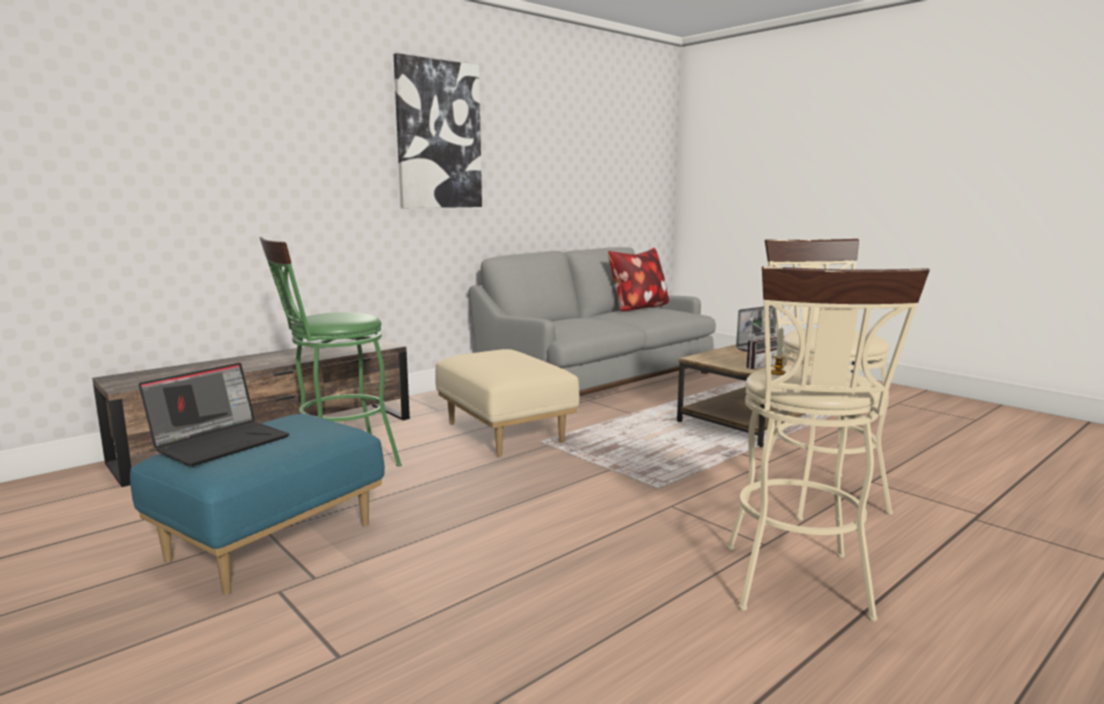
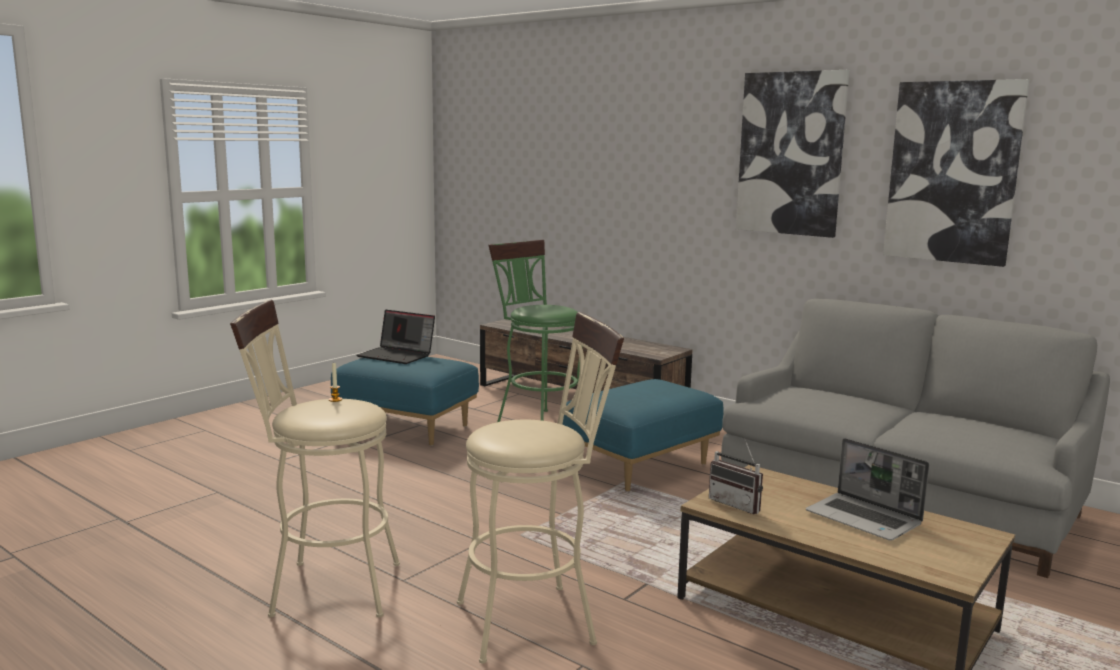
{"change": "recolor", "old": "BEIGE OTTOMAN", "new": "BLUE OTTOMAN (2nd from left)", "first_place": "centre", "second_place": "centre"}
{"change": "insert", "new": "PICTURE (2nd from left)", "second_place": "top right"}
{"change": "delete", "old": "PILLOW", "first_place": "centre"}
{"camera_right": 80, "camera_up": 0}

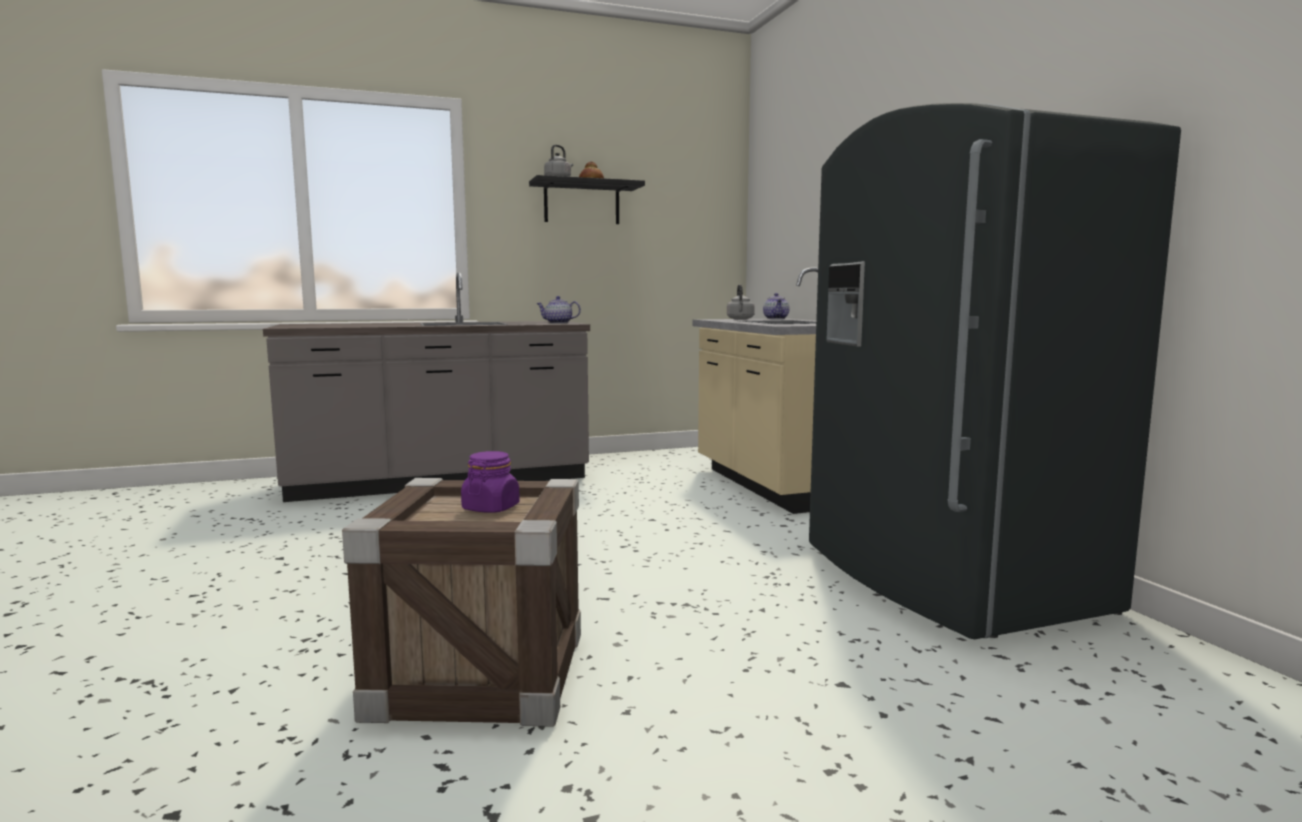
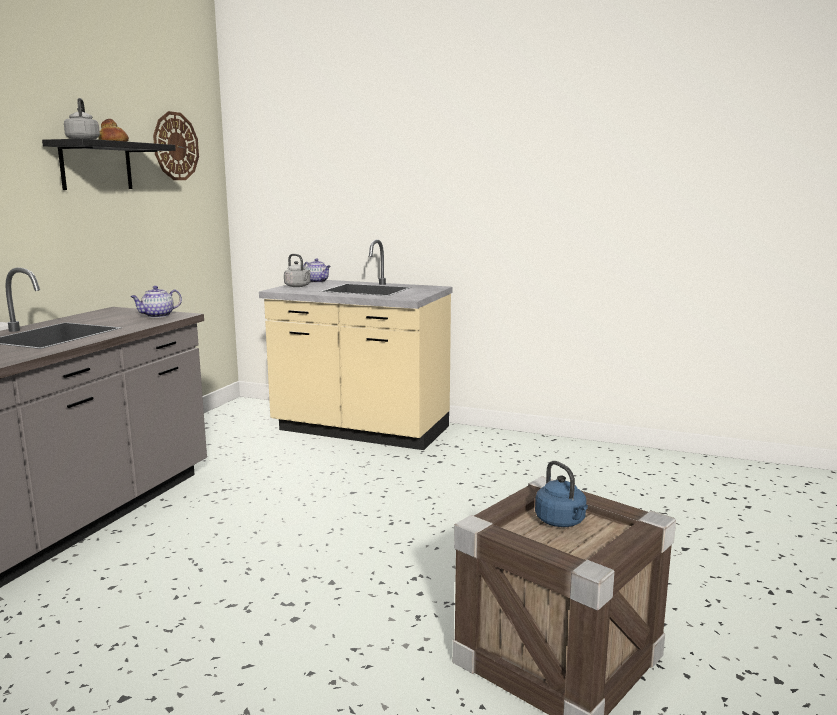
{"change": "insert", "new": "WALL CLOCK", "second_place": "top left"}
{"change": "replace", "old": "PURPLE JAR", "new": "BLUE KETTLE", "first_place": "centre", "second_place": "bottom right"}
{"change": "delete", "old": "GREY FRIDGE", "first_place": "middle right"}
{"camera_right": -50, "camera_up": 5}

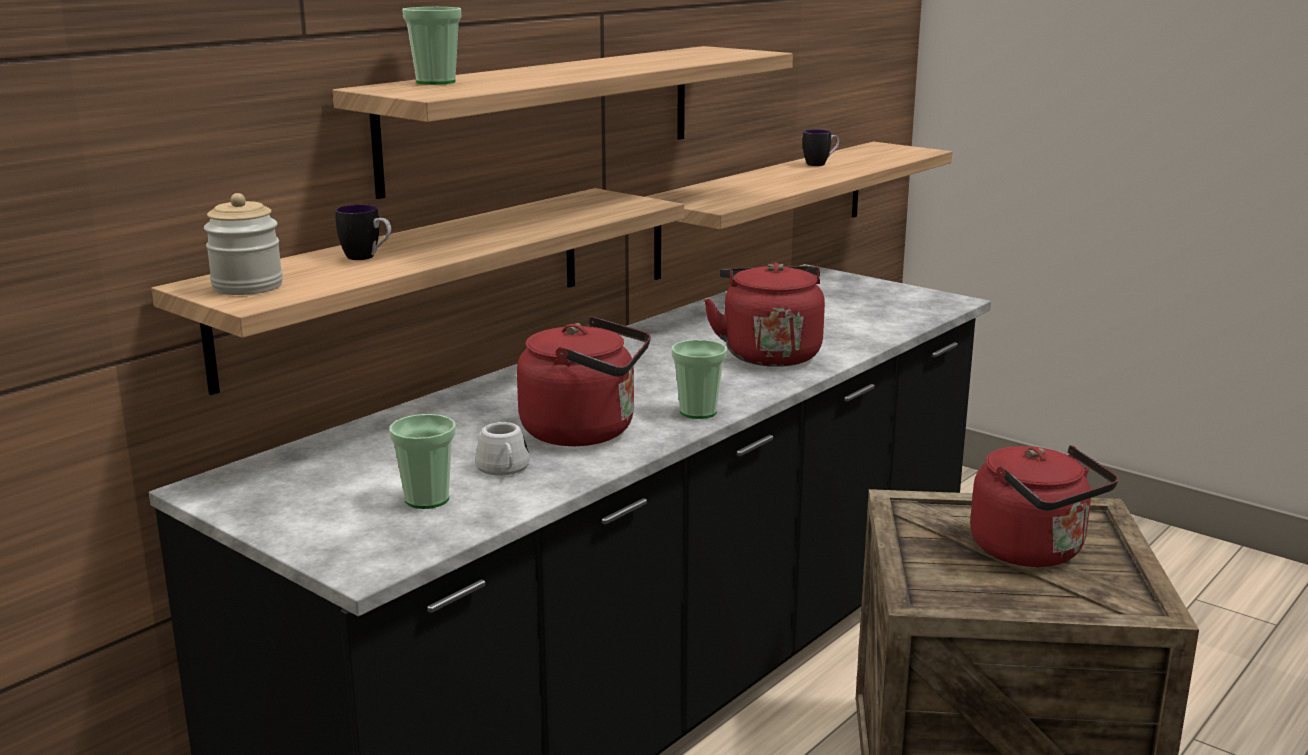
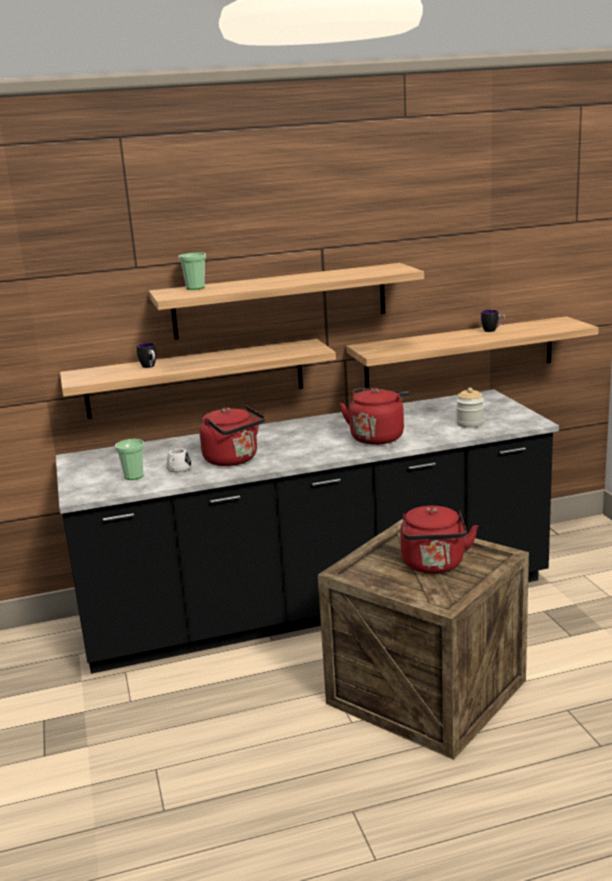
{"change": "move", "old": "JAR", "first_place": "top left", "second_place": "middle right"}
{"change": "delete", "old": "CUP (3rd from left)", "first_place": "centre"}
{"camera_right": 35, "camera_up": 0}

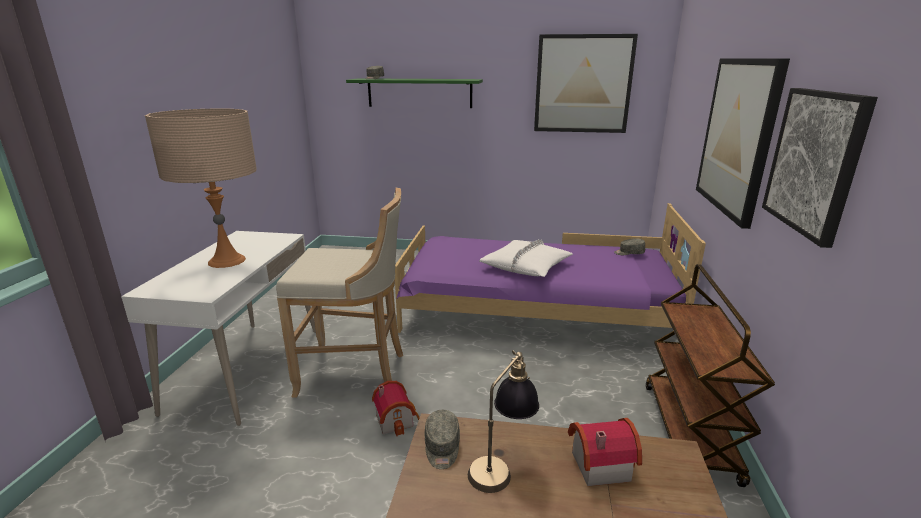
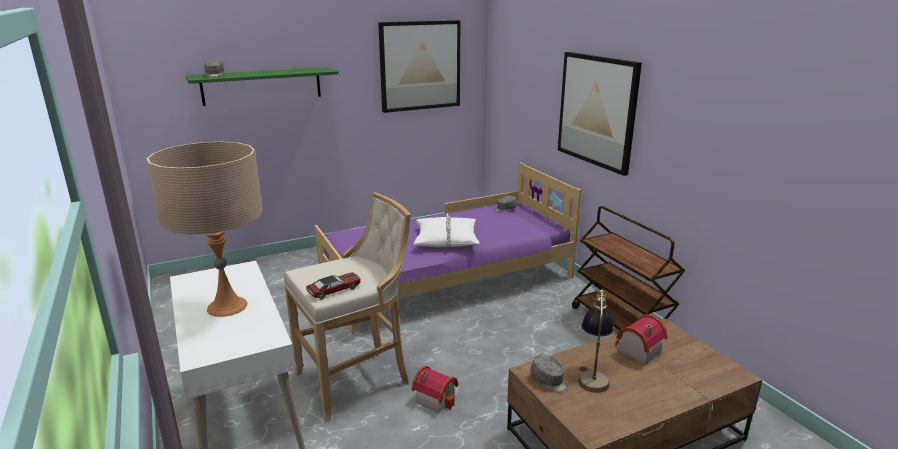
{"change": "insert", "new": "TOY CAR", "second_place": "centre"}
{"change": "delete", "old": "PICTURE (3rd from left)", "first_place": "top right"}
{"camera_right": -35, "camera_up": 0}

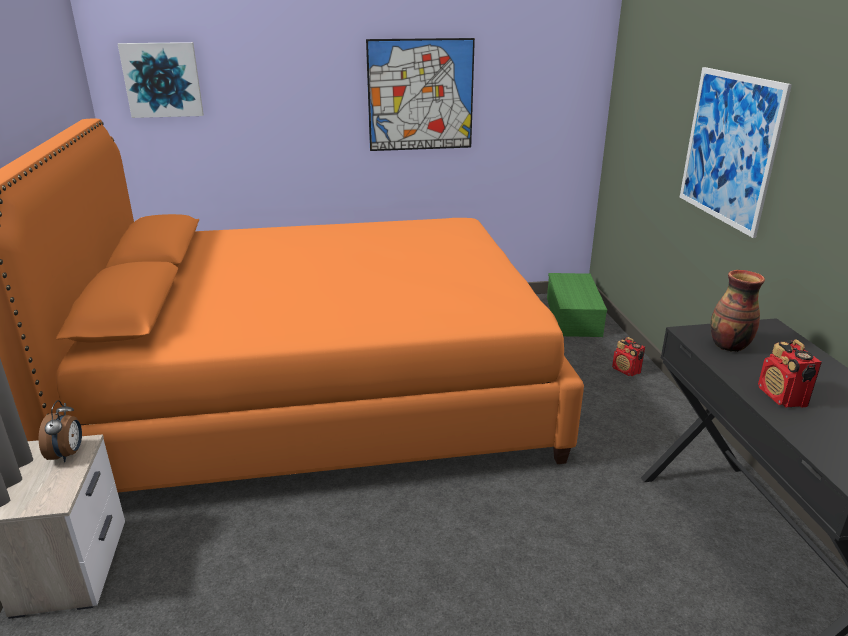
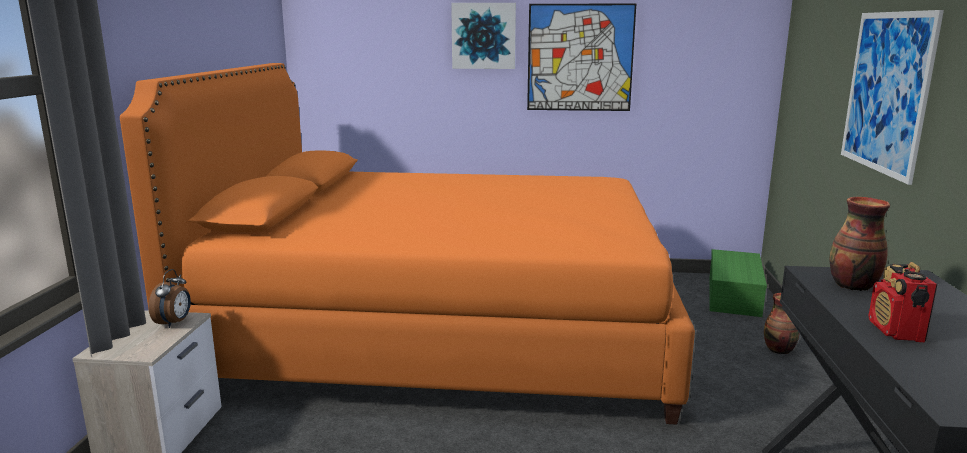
{"change": "move", "old": "PICTURE (1st from left)", "first_place": "top left", "second_place": "top centre"}
{"change": "replace", "old": "RADIO (1st from left)", "new": "VASE (1st from left)", "first_place": "middle right", "second_place": "bottom right"}
{"camera_right": 15, "camera_up": -10}

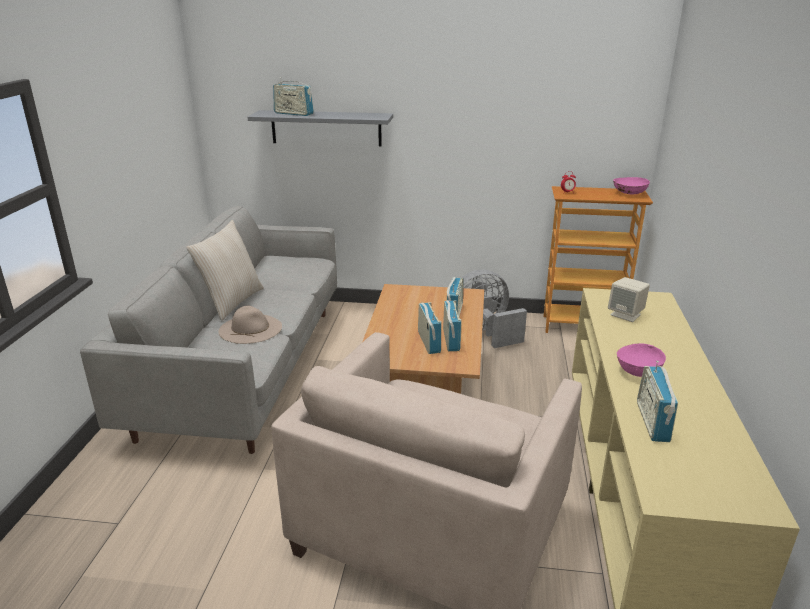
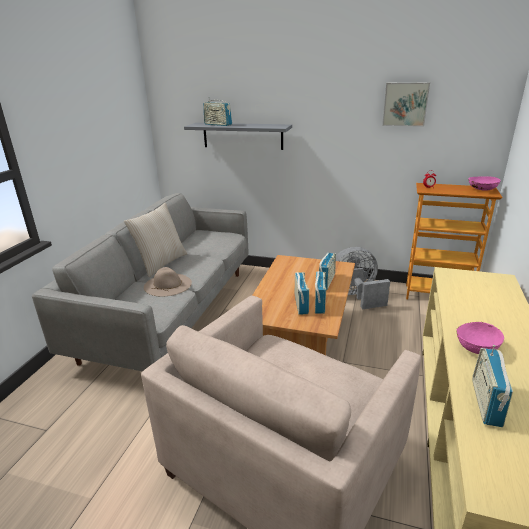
{"change": "insert", "new": "PICTURE", "second_place": "top right"}
{"change": "delete", "old": "BEIGE SPEAKER", "first_place": "middle right"}
{"camera_right": 10, "camera_up": 0}

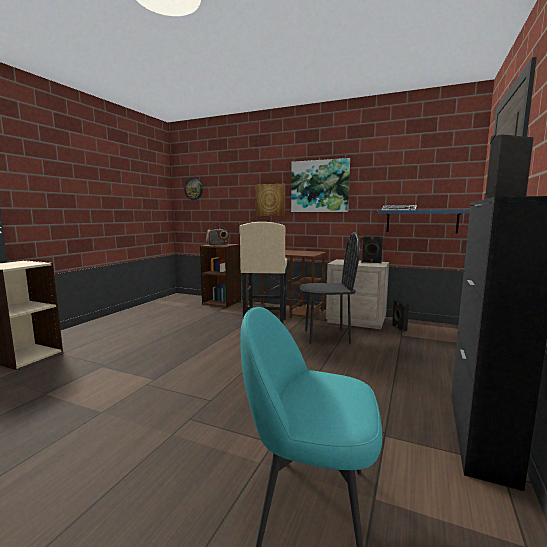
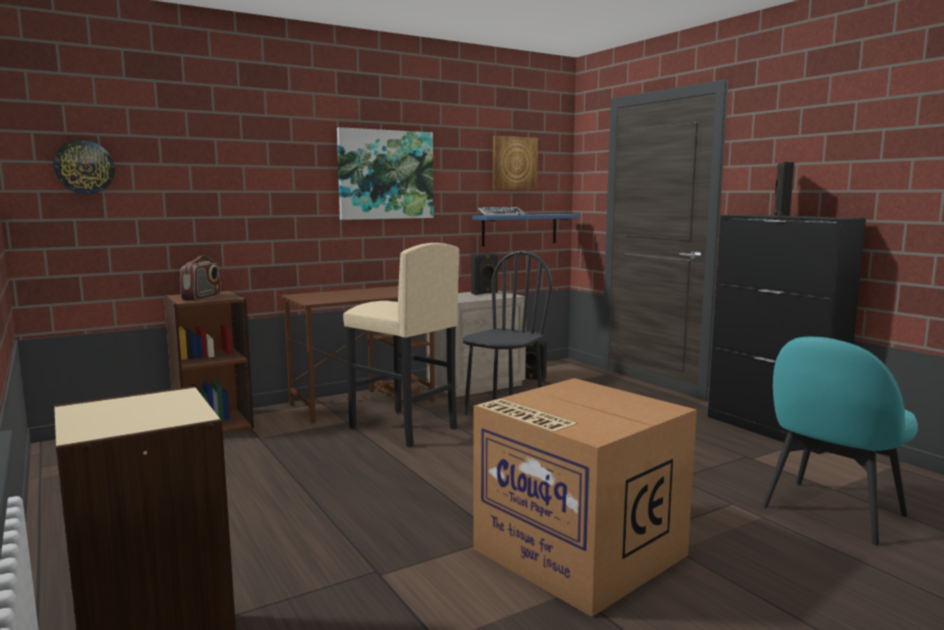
{"change": "insert", "new": "CARDBOARD BOX", "second_place": "bottom centre"}
{"change": "move", "old": "PICTURE (1st from left in the first image)", "new": "PICTURE (2nd from left)", "first_place": "centre", "second_place": "top centre"}
{"camera_right": -55, "camera_up": 0}

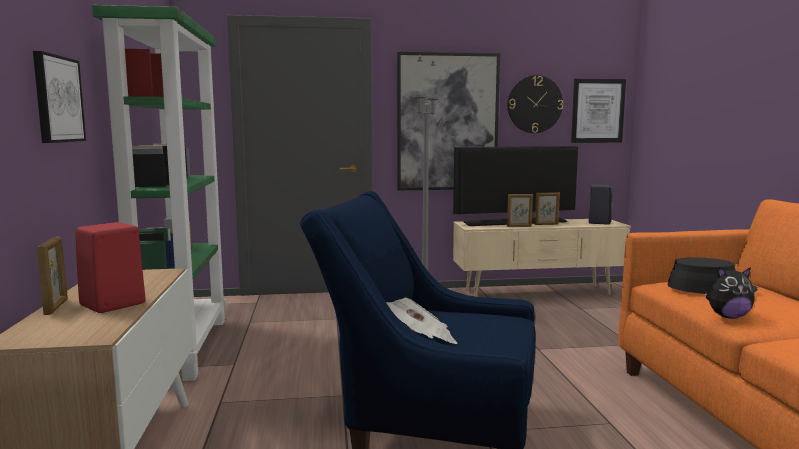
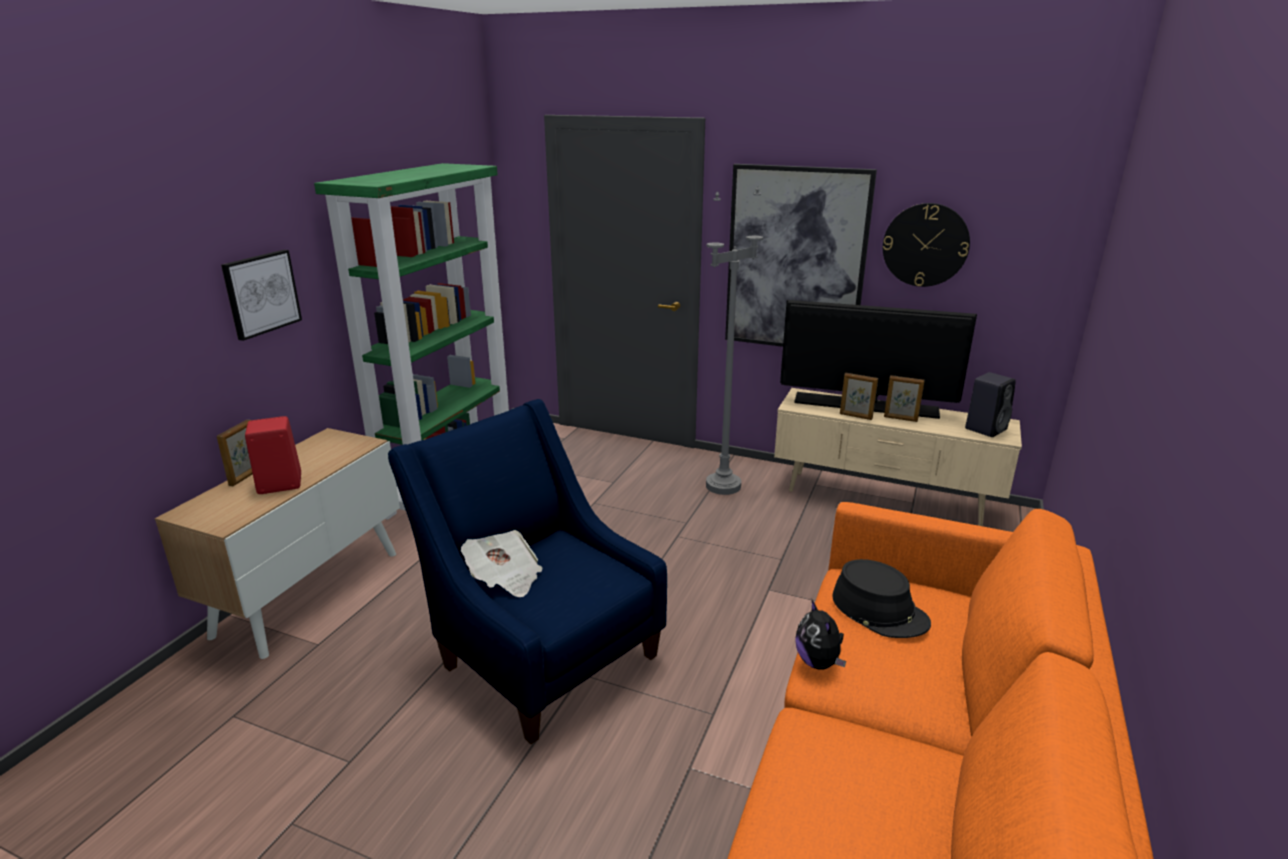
{"change": "rotate", "old": "PLUSH TOY", "first_place": "middle right", "second_place": "bottom centre", "degrees": 45}
{"change": "delete", "old": "PICTURE (3rd from left)", "first_place": "top right"}
{"camera_right": 30, "camera_up": 15}

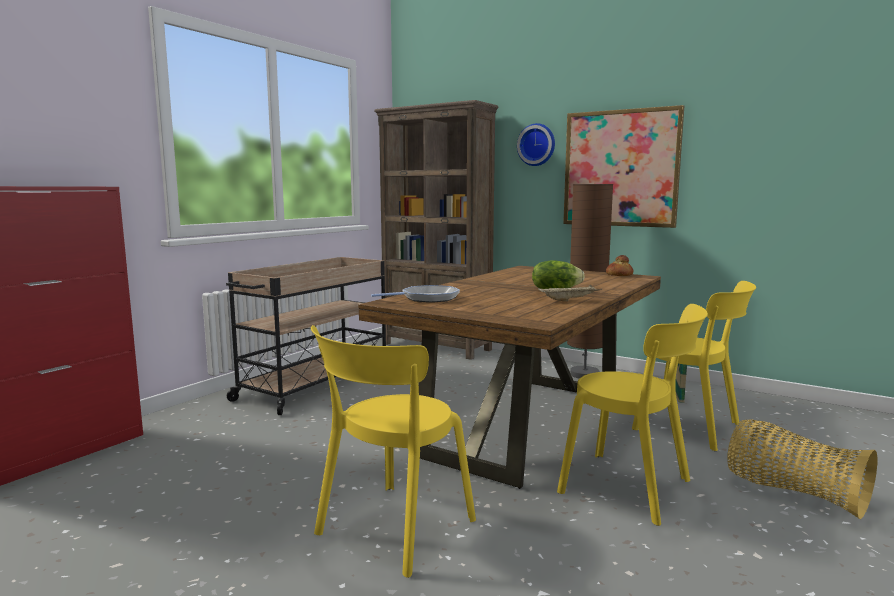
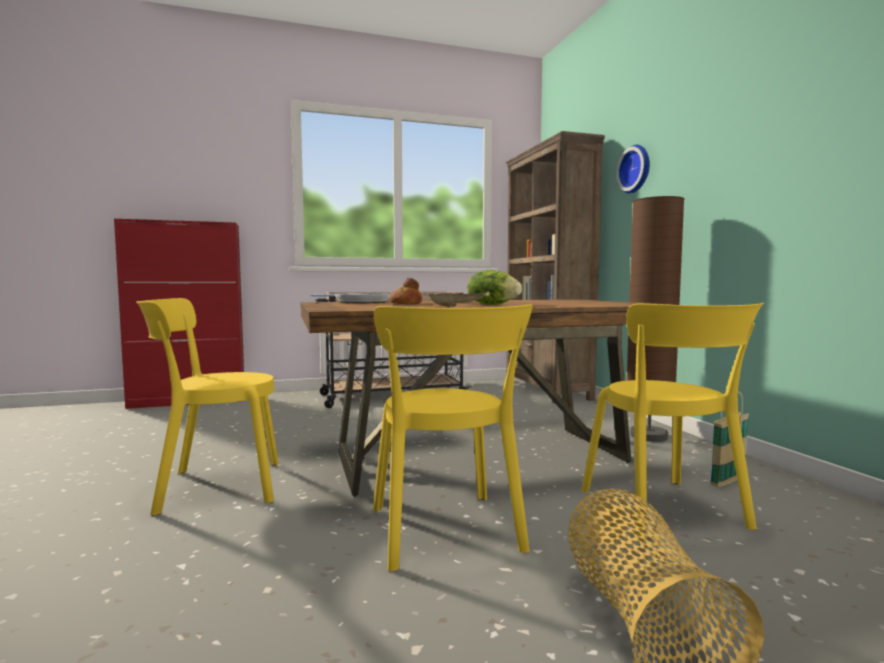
{"change": "move", "old": "BREAD", "first_place": "middle right", "second_place": "centre"}
{"change": "delete", "old": "PICTURE", "first_place": "top right"}
{"camera_right": 40, "camera_up": -5}

